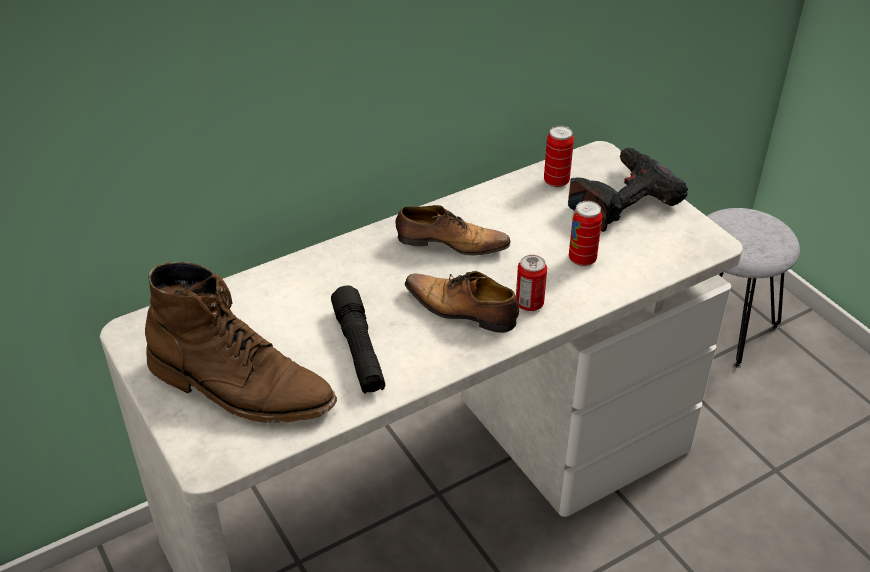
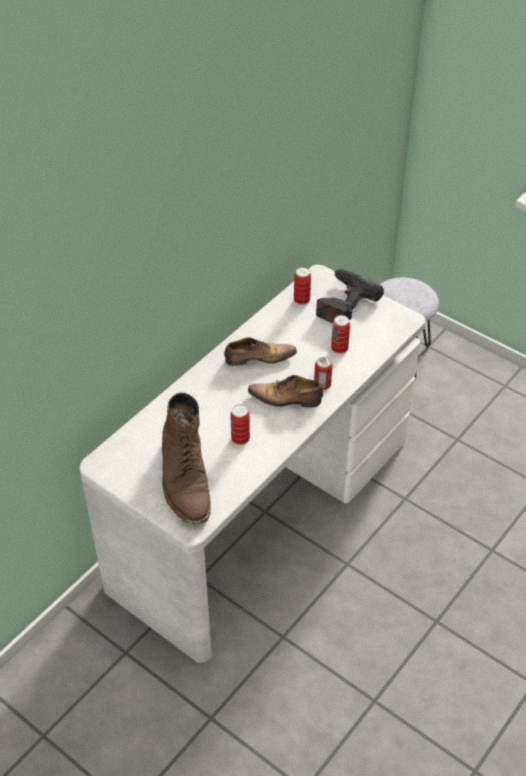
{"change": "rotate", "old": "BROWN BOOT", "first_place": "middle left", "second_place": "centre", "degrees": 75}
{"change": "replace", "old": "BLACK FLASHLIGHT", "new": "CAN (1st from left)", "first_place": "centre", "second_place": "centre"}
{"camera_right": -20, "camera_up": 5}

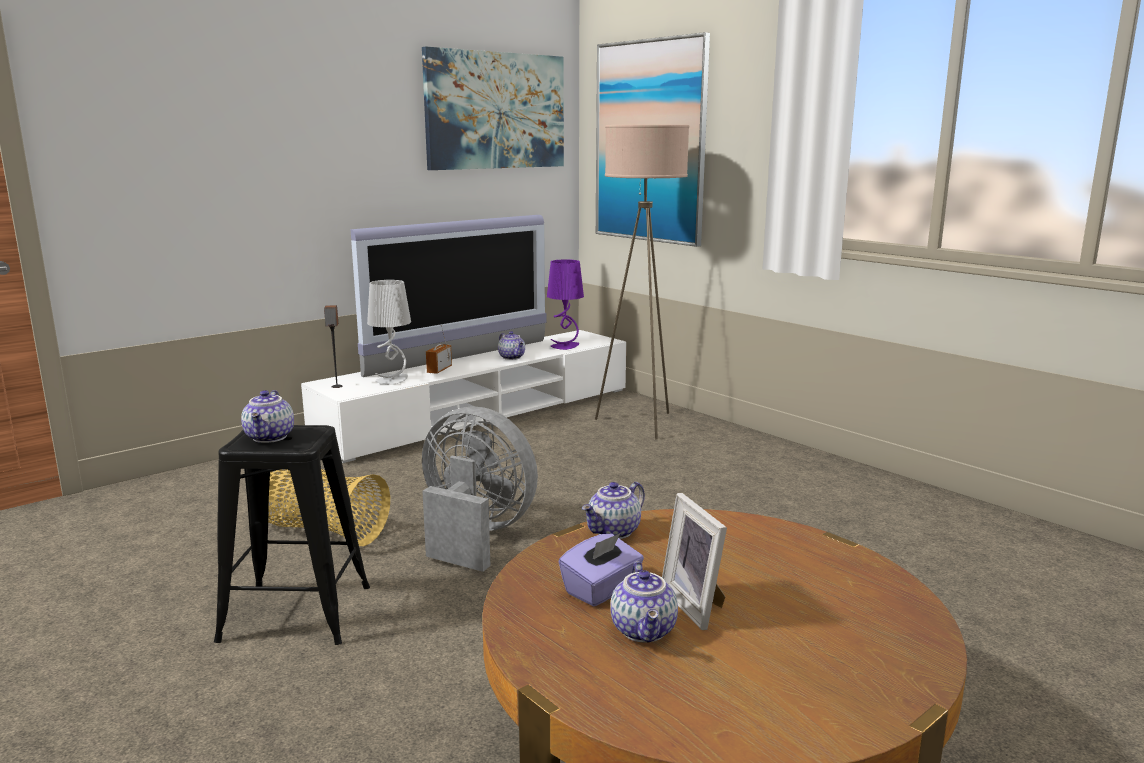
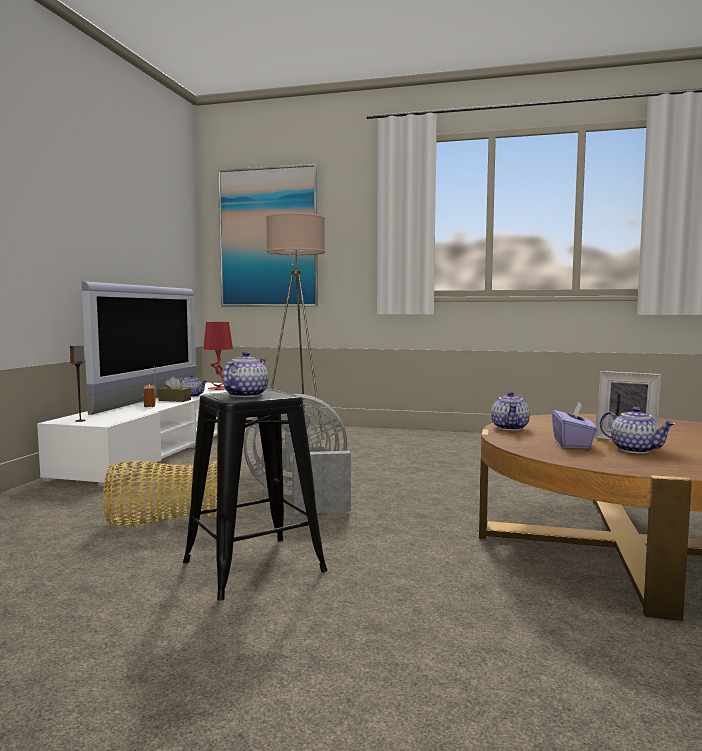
{"change": "insert", "new": "BROWN TISSUE BOX", "second_place": "middle left"}
{"change": "recolor", "old": "PURPLE TABLE LAMP", "new": "RED TABLE LAMP", "first_place": "centre", "second_place": "middle left"}
{"change": "rotate", "old": "TEAPOT (1st from left in the first image)", "first_place": "middle left", "second_place": "centre", "degrees": -120}
{"change": "delete", "old": "GREY TABLE LAMP", "first_place": "centre"}
{"change": "delete", "old": "PICTURE (1st from left)", "first_place": "top centre"}
{"camera_right": -35, "camera_up": -10}

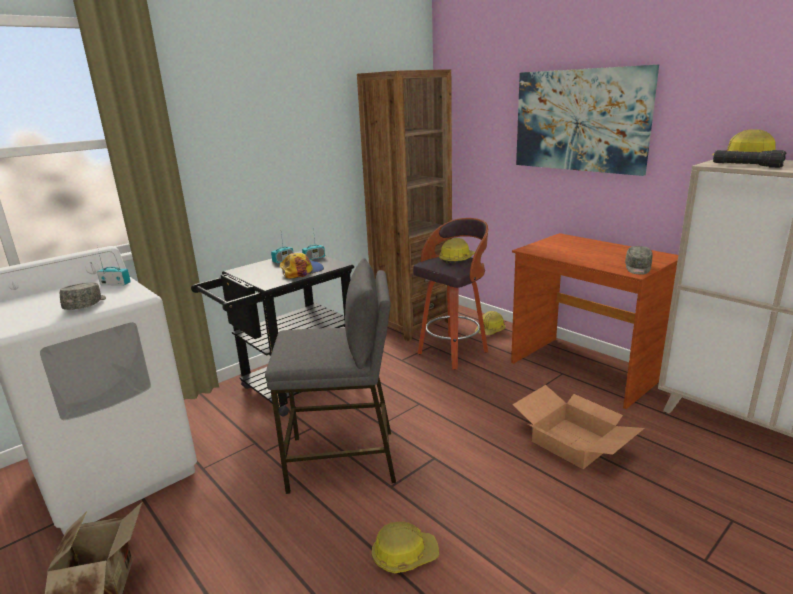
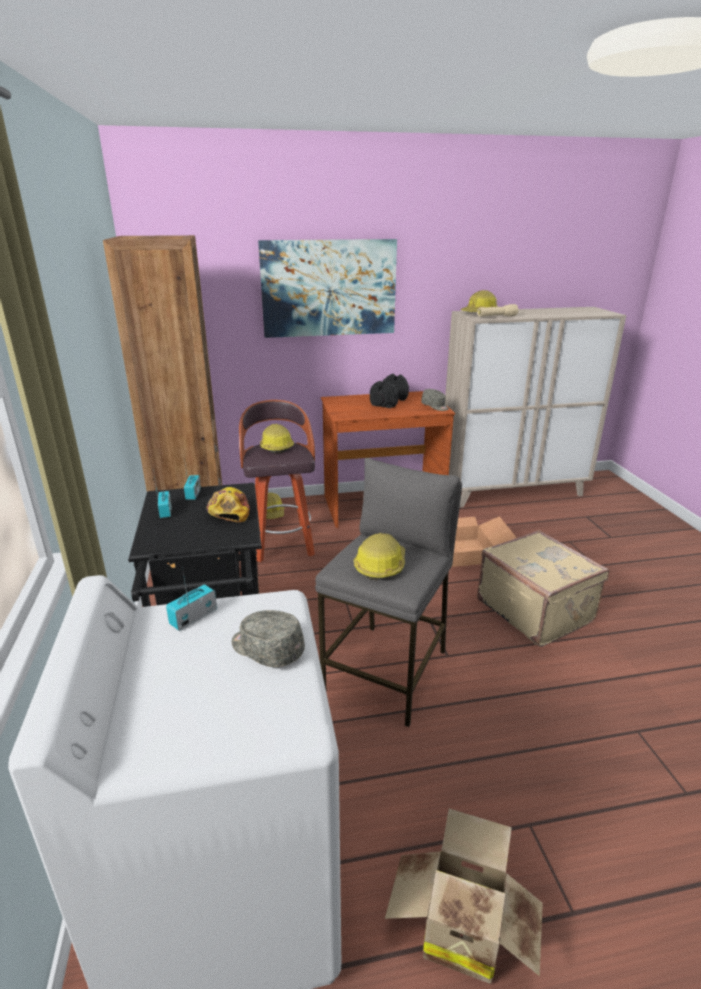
{"change": "move", "old": "HARD HAT (1st from left in the first image)", "new": "HARD HAT (3rd from left)", "first_place": "bottom centre", "second_place": "centre"}
{"change": "insert", "new": "BLACK DUMBBELL", "second_place": "centre"}
{"change": "recolor", "old": "BLACK FLASHLIGHT", "new": "BEIGE FLASHLIGHT", "first_place": "top right", "second_place": "top right"}
{"change": "insert", "new": "BEIGE SUITCASE", "second_place": "middle right"}
{"camera_right": -60, "camera_up": 5}

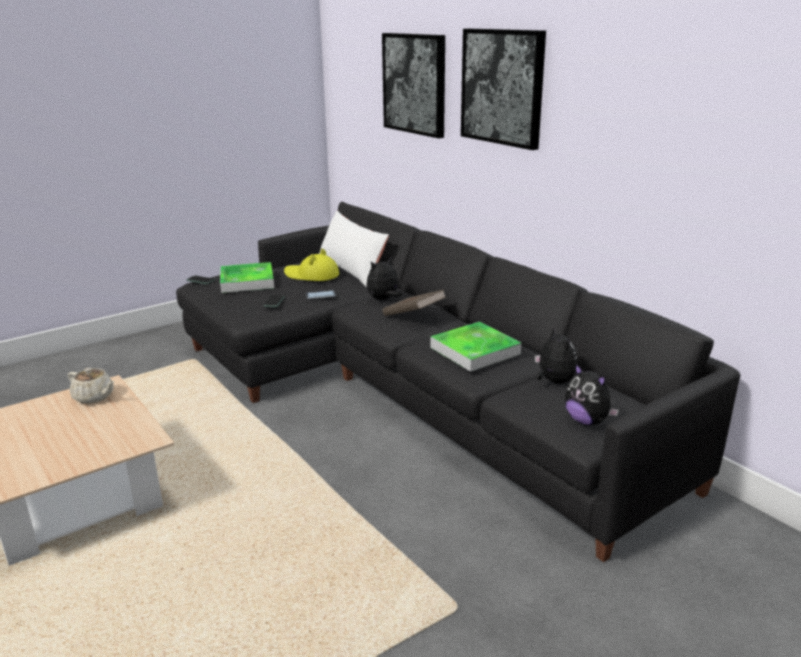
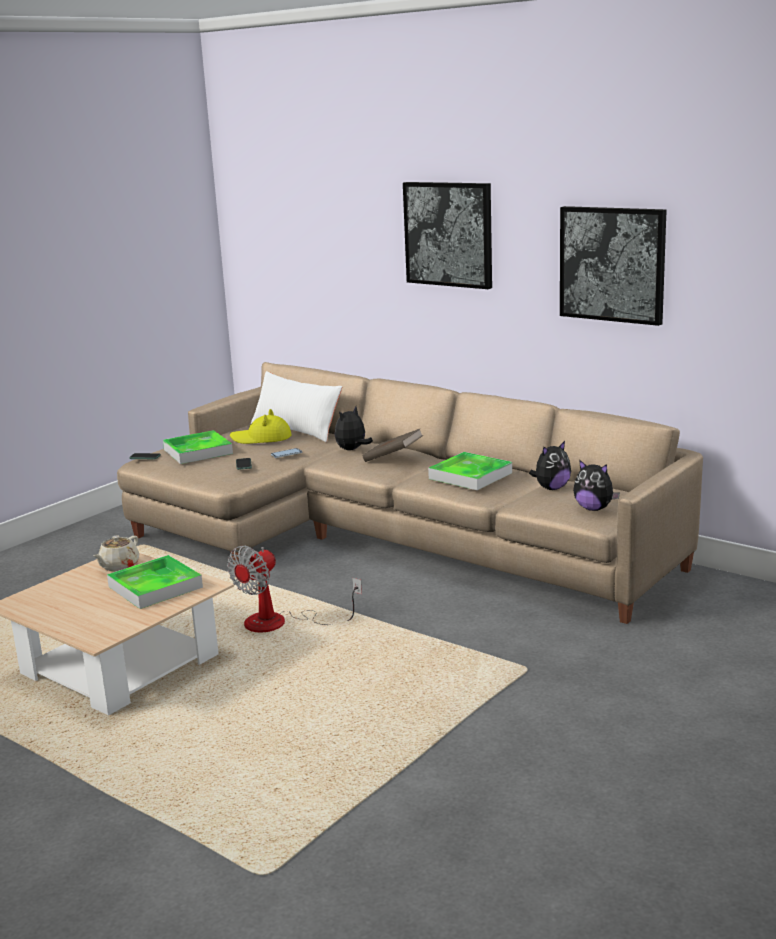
{"change": "rotate", "old": "BEIGE TEAPOT", "first_place": "middle left", "second_place": "middle left", "degrees": 105}
{"change": "insert", "new": "TRAY (1st from left)", "second_place": "middle left"}
{"change": "recolor", "old": "BLACK SOFA", "new": "BEIGE SOFA", "first_place": "centre", "second_place": "centre"}
{"change": "insert", "new": "FAN", "second_place": "centre"}
{"change": "rotate", "old": "PLUSH TOY (2nd from left)", "first_place": "middle right", "second_place": "middle right", "degrees": 90}
{"change": "move", "old": "PICTURE (1st from left in the first image)", "new": "PICTURE (2nd from left)", "first_place": "top centre", "second_place": "top right"}
{"camera_right": -15, "camera_up": -5}

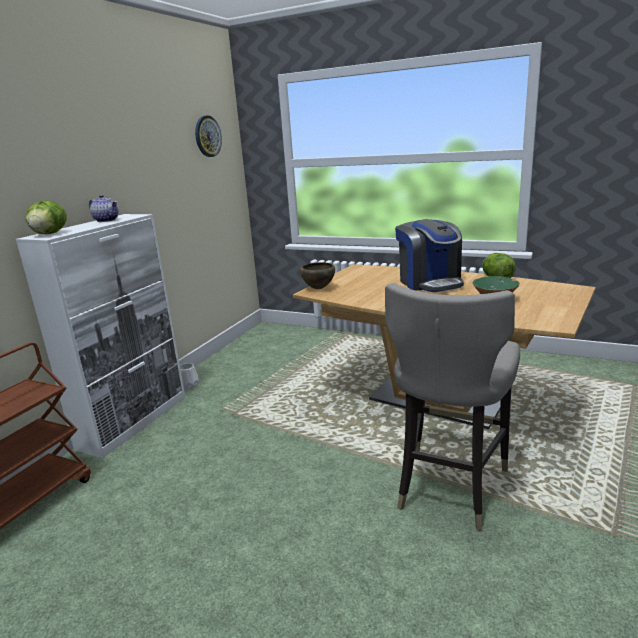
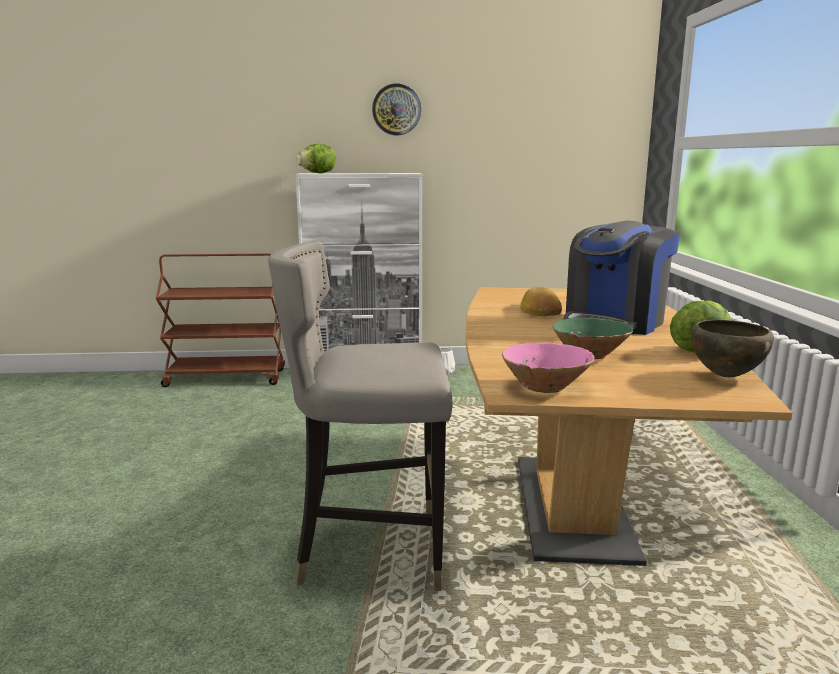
{"change": "move", "old": "WALL CLOCK", "first_place": "top left", "second_place": "top centre"}
{"change": "insert", "new": "PINK BOWL", "second_place": "centre"}
{"change": "insert", "new": "BREAD", "second_place": "centre"}
{"change": "move", "old": "BROWN BOWL", "first_place": "centre", "second_place": "middle right"}
{"change": "delete", "old": "TEAPOT", "first_place": "top left"}
{"camera_right": 60, "camera_up": -5}

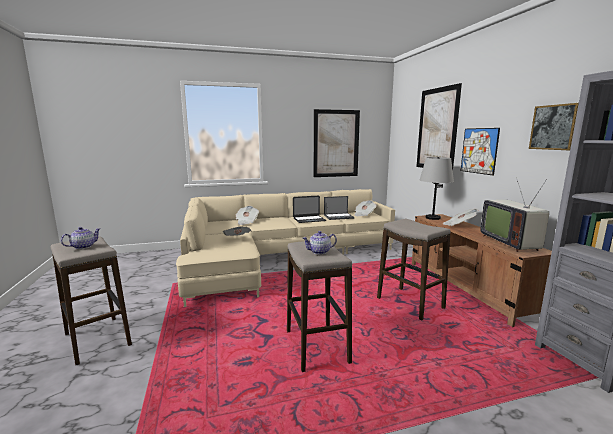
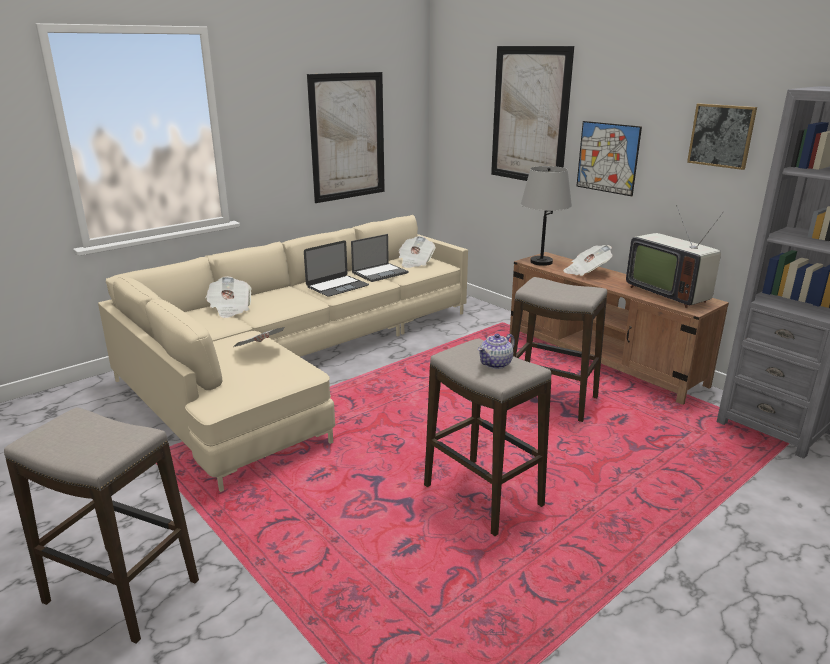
{"change": "delete", "old": "TEAPOT (1st from left)", "first_place": "middle left"}
{"camera_right": -25, "camera_up": 10}

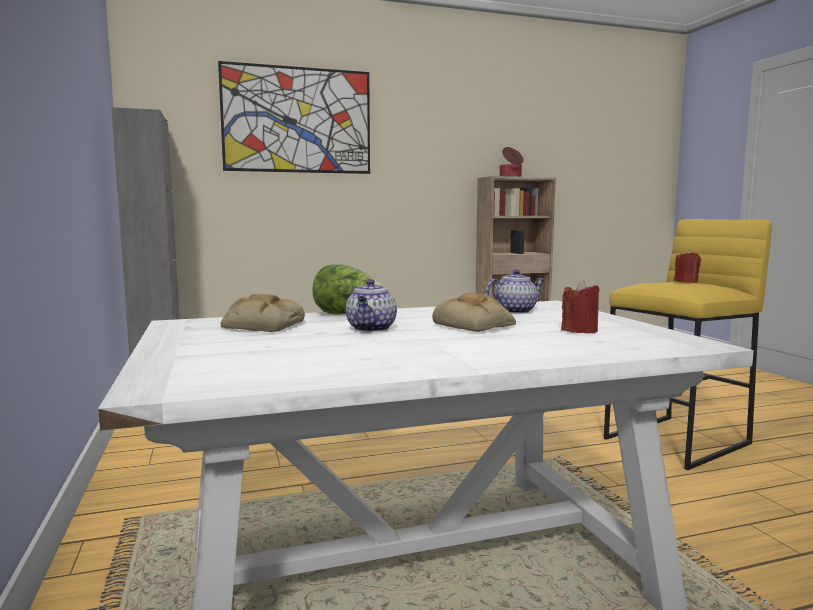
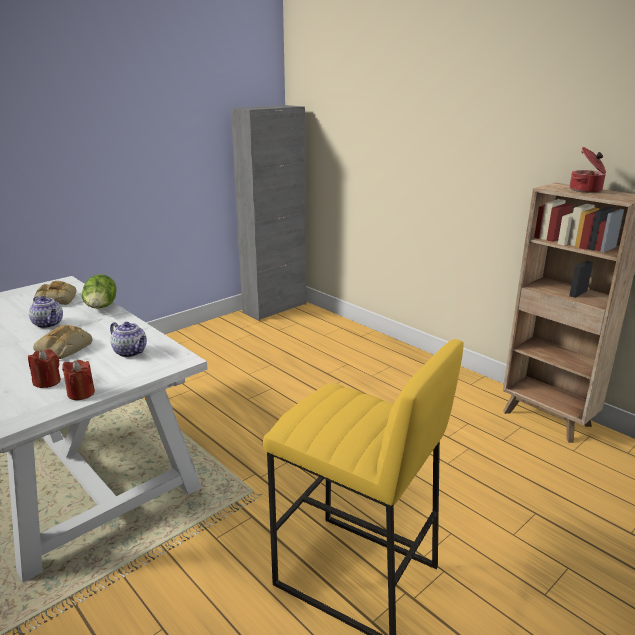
{"change": "rotate", "old": "TEAPOT (1st from left)", "first_place": "centre", "second_place": "middle left", "degrees": -120}
{"change": "move", "old": "RED CANDLE (2nd from left)", "first_place": "middle right", "second_place": "middle left"}
{"change": "delete", "old": "PICTURE", "first_place": "top centre"}
{"camera_right": 65, "camera_up": 15}

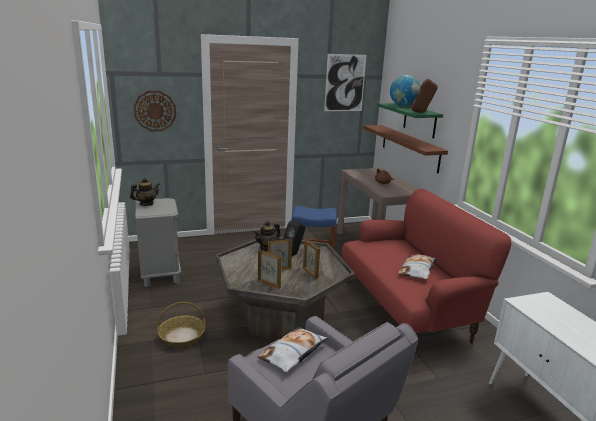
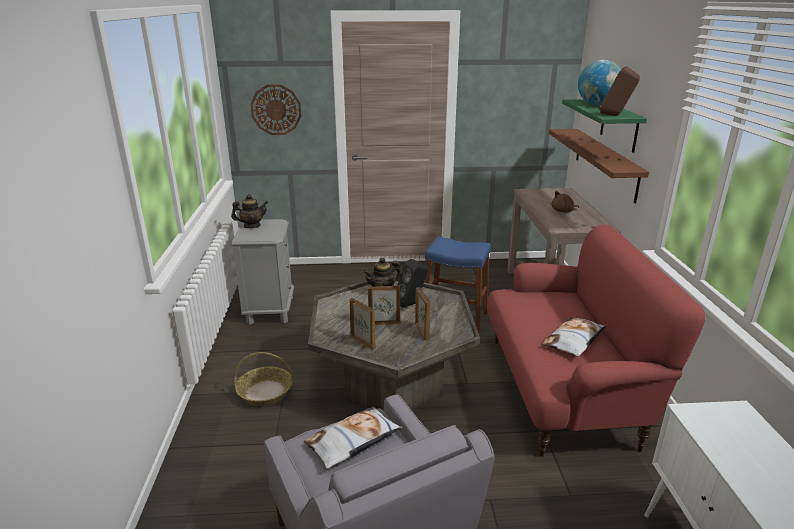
{"change": "delete", "old": "PICTURE", "first_place": "top centre"}
{"camera_right": 15, "camera_up": 5}

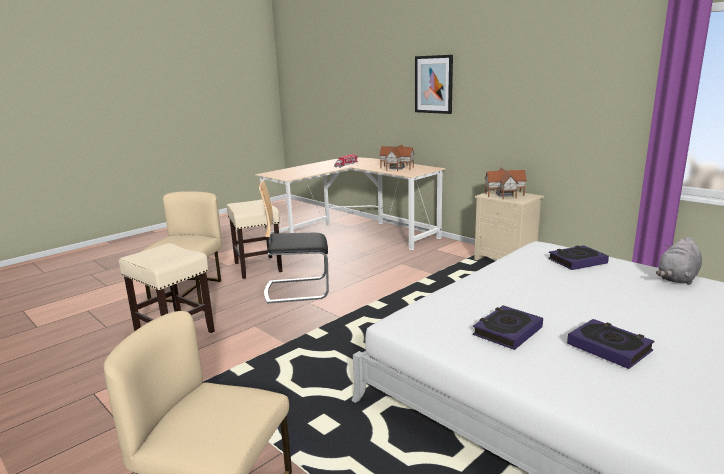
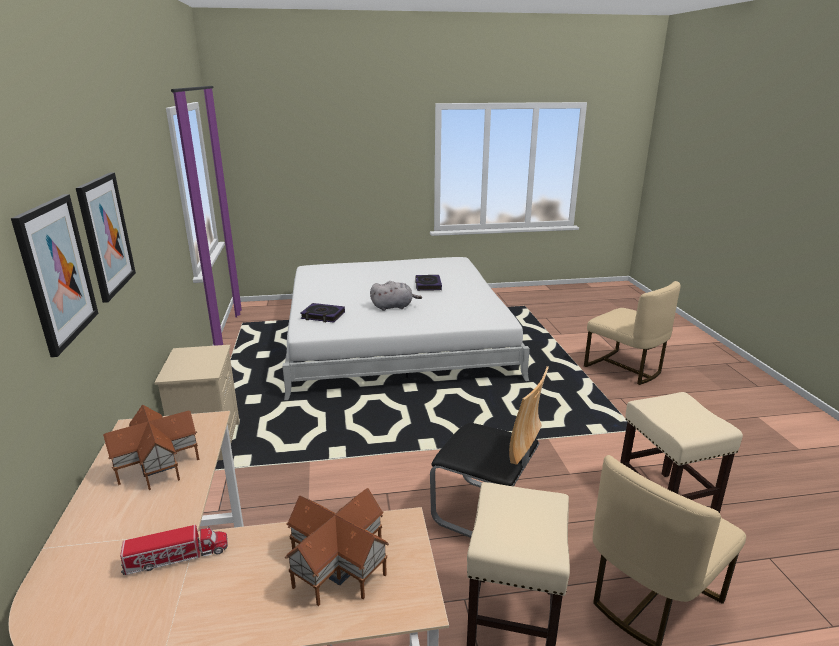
{"change": "insert", "new": "PICTURE (2nd from left)", "second_place": "middle left"}
{"change": "move", "old": "TOY HOUSE (2nd from left)", "first_place": "middle right", "second_place": "bottom centre"}
{"change": "move", "old": "GREY PLUSH TOY", "first_place": "middle right", "second_place": "centre"}
{"change": "delete", "old": "BOOK (1st from left)", "first_place": "bottom right"}
{"camera_right": -145, "camera_up": 5}

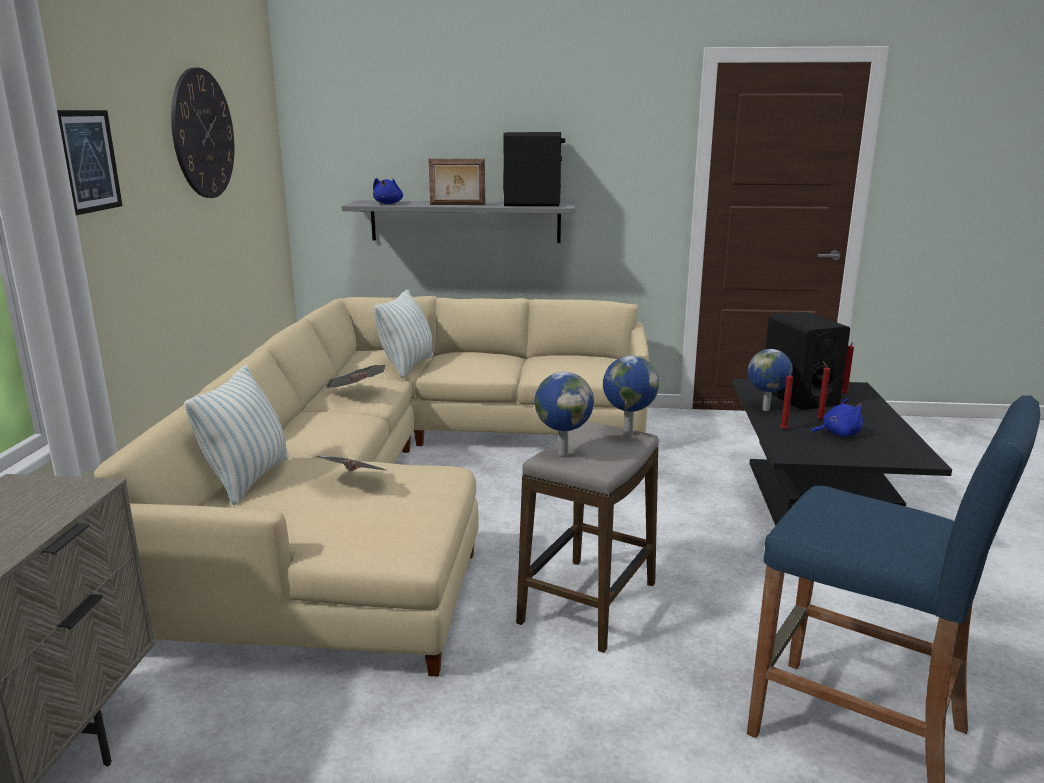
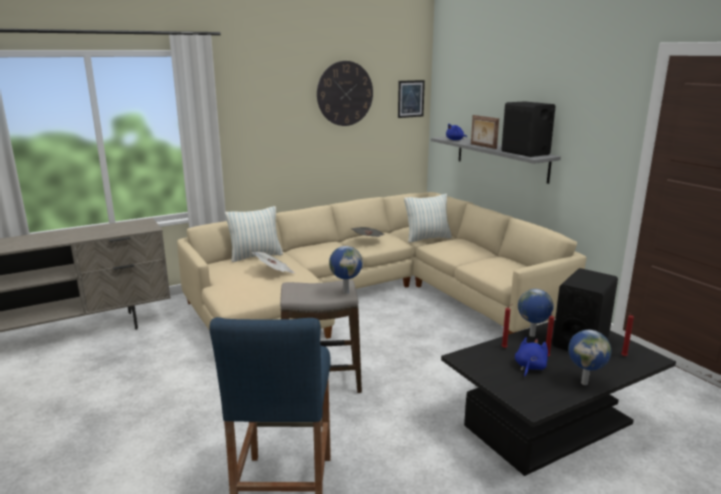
{"change": "move", "old": "PICTURE", "first_place": "top left", "second_place": "top centre"}
{"change": "rotate", "old": "BLUE PLUSH TOY (2nd from left)", "first_place": "middle right", "second_place": "bottom right", "degrees": -105}
{"change": "move", "old": "GLOBE (1st from left in the first image)", "new": "GLOBE (3rd from left)", "first_place": "centre", "second_place": "bottom right"}
{"camera_right": 55, "camera_up": 0}

